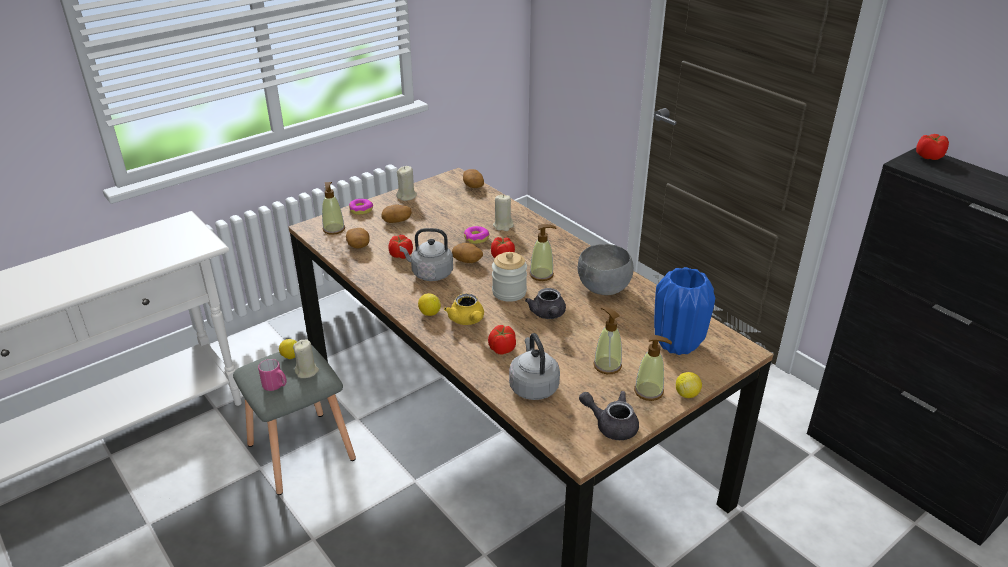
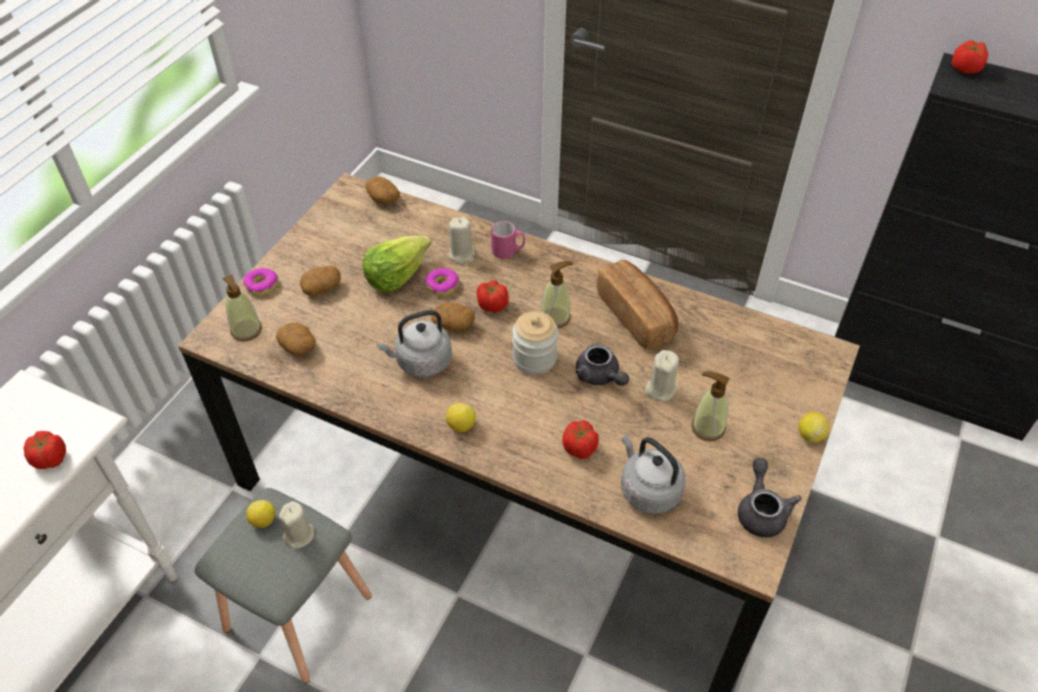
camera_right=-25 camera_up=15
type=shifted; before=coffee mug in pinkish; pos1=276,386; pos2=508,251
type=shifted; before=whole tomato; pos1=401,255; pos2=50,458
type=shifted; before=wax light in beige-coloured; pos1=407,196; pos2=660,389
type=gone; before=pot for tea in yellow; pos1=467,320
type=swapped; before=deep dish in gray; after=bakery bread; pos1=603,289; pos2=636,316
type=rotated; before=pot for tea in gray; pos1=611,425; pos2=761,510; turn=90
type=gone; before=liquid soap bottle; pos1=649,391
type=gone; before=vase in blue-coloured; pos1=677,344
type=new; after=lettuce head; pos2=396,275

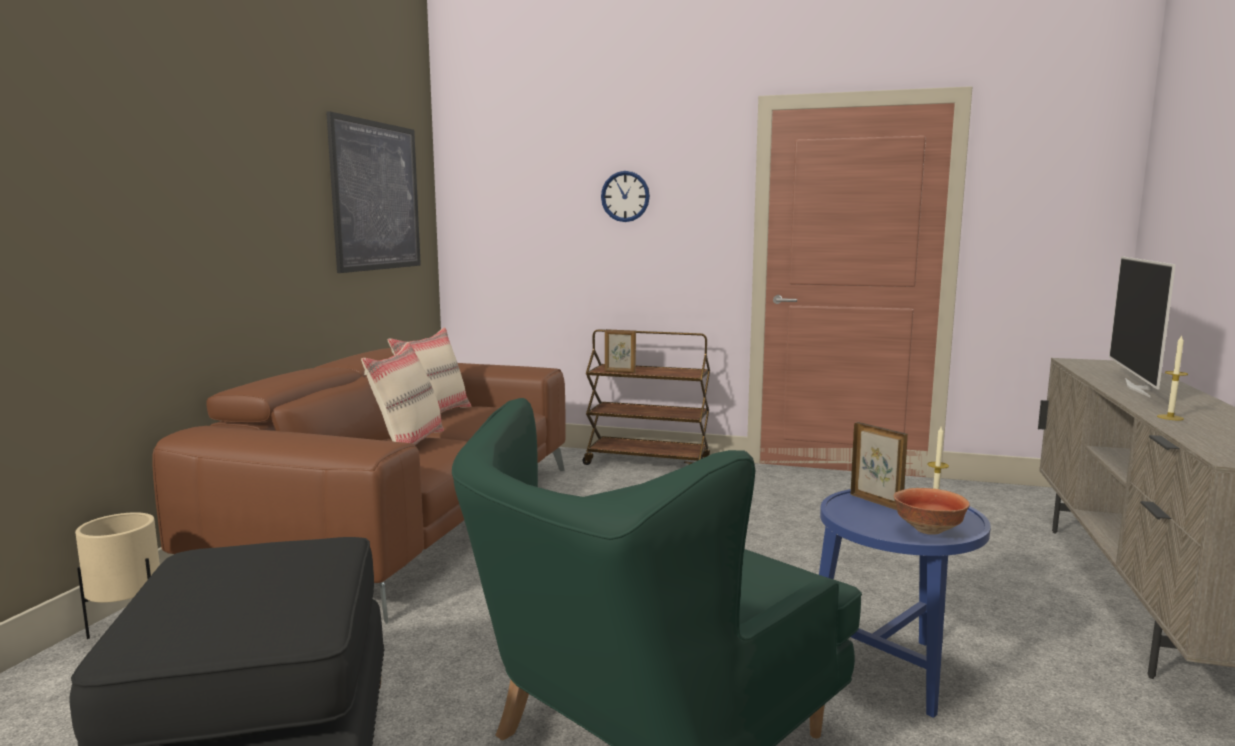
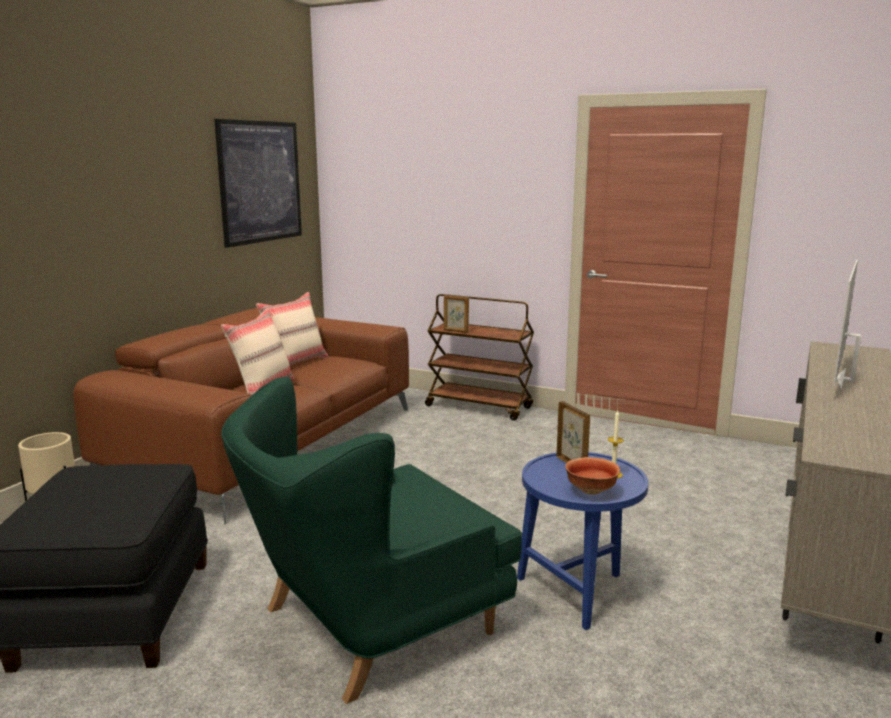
camera_right=10 camera_up=5
type=gone; before=wall clock; pos1=625,196
type=gone; before=wax light; pos1=1170,417

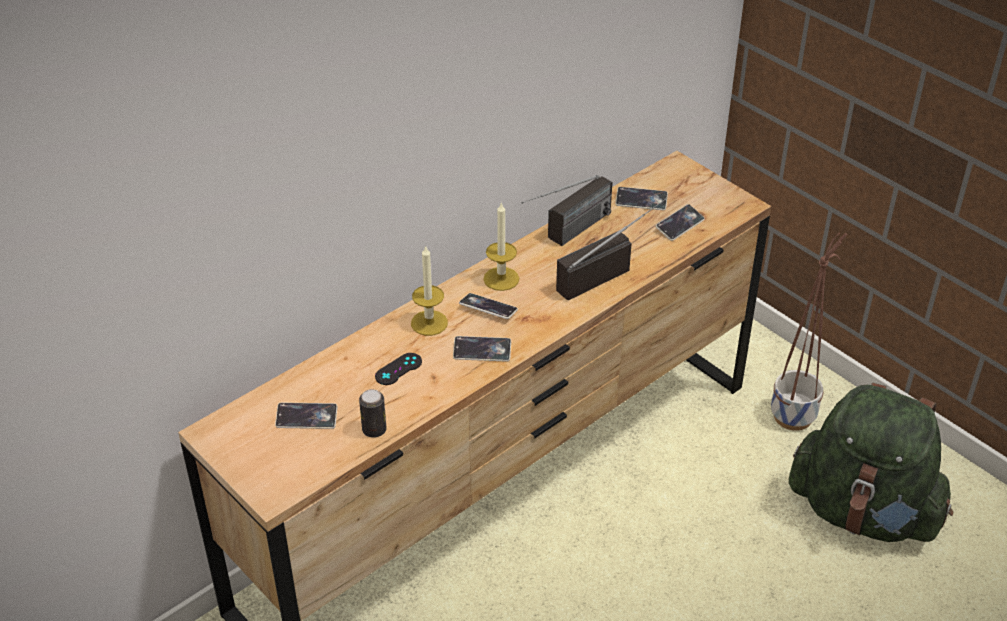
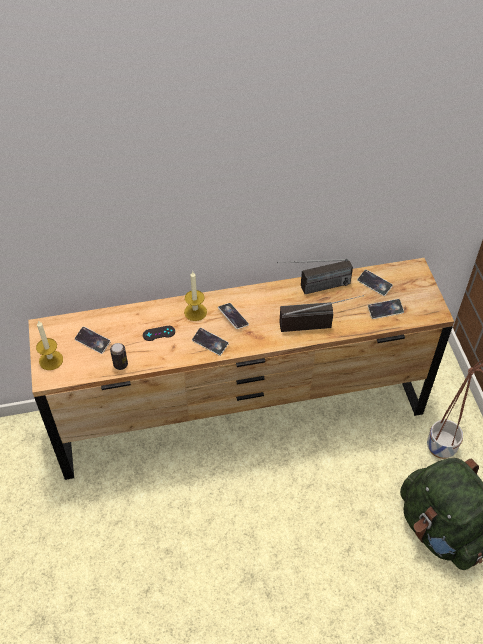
camera_right=30 camera_up=10
type=shifted; before=wax light; pos1=501,279; pos2=51,360

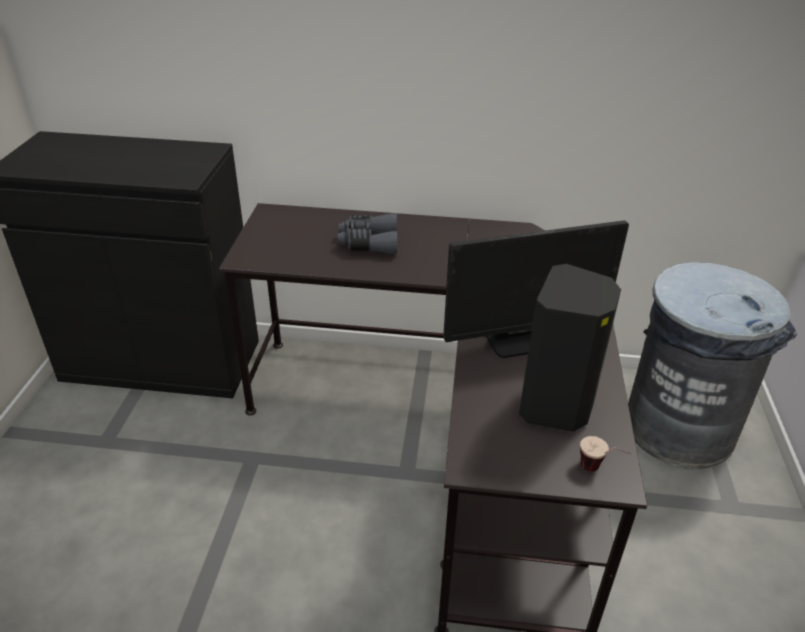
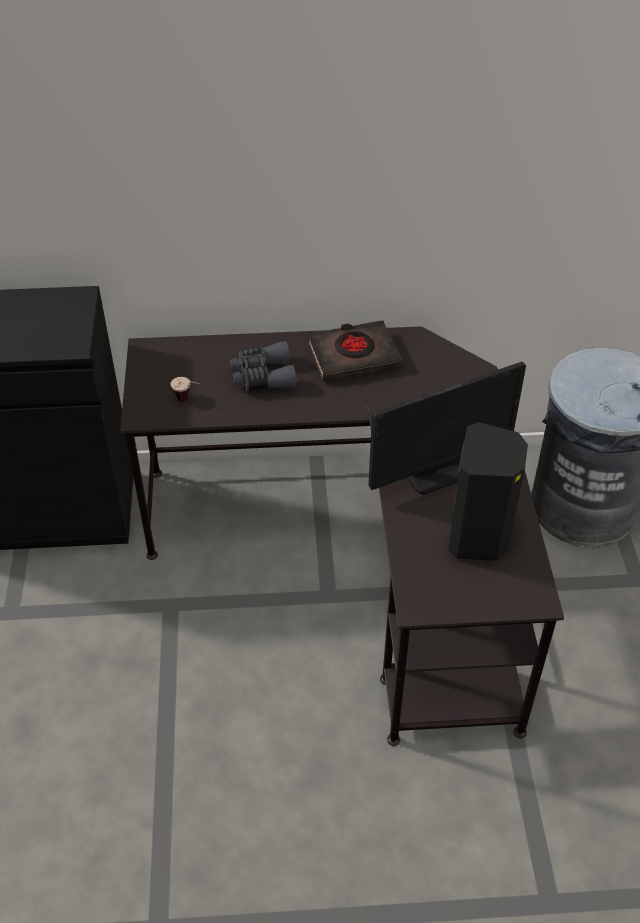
camera_right=-10 camera_up=10
type=shifted; before=drinking cup; pos1=599,471; pos2=188,401
type=new; after=bound book in blackish; pos2=353,356

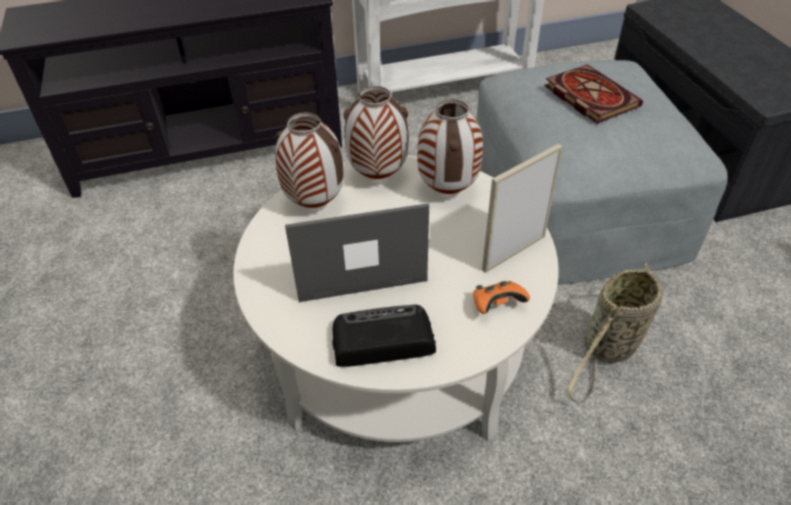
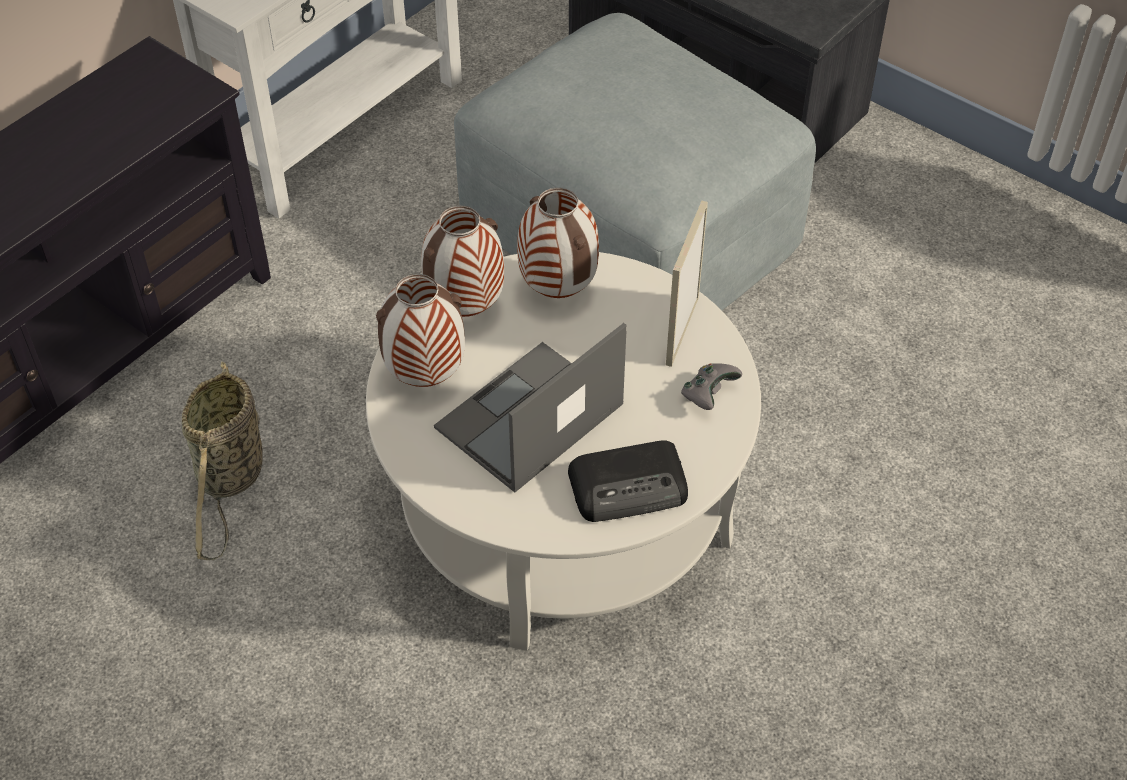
camera_right=-35 camera_up=5
type=rotated; before=radio; pos1=381,341; pos2=630,487; turn=-150
type=repainted; before=gamepad in orangey; after=gamepad in gray; pos1=497,305; pos2=708,394
type=gone; before=bound book; pos1=588,96
type=shifted; before=basket; pos1=607,349; pos2=231,479

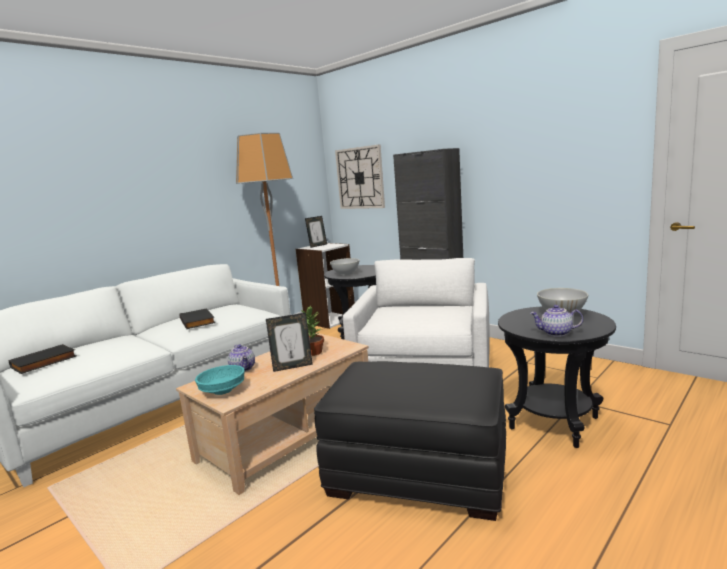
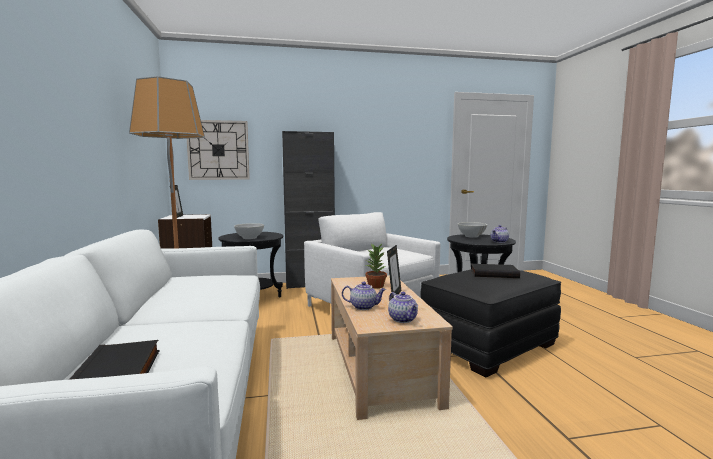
camera_right=-55 camera_up=-5
type=shifted; before=bound book in blackish; pos1=198,321; pos2=494,273
type=swapped; before=deep dish in blue-green; after=pot for tea; pos1=223,390; pos2=403,319

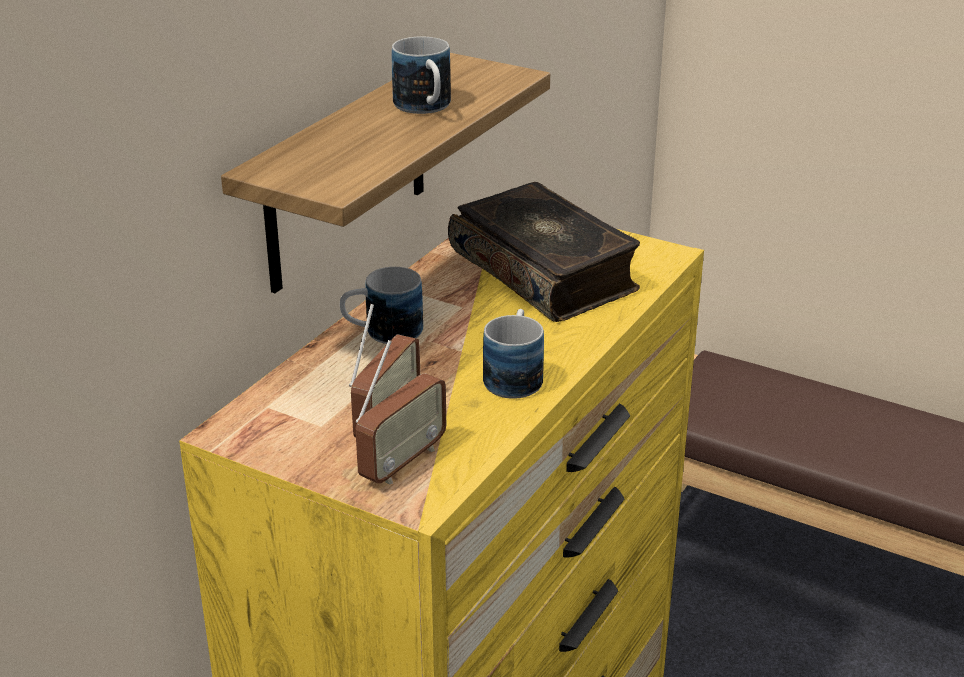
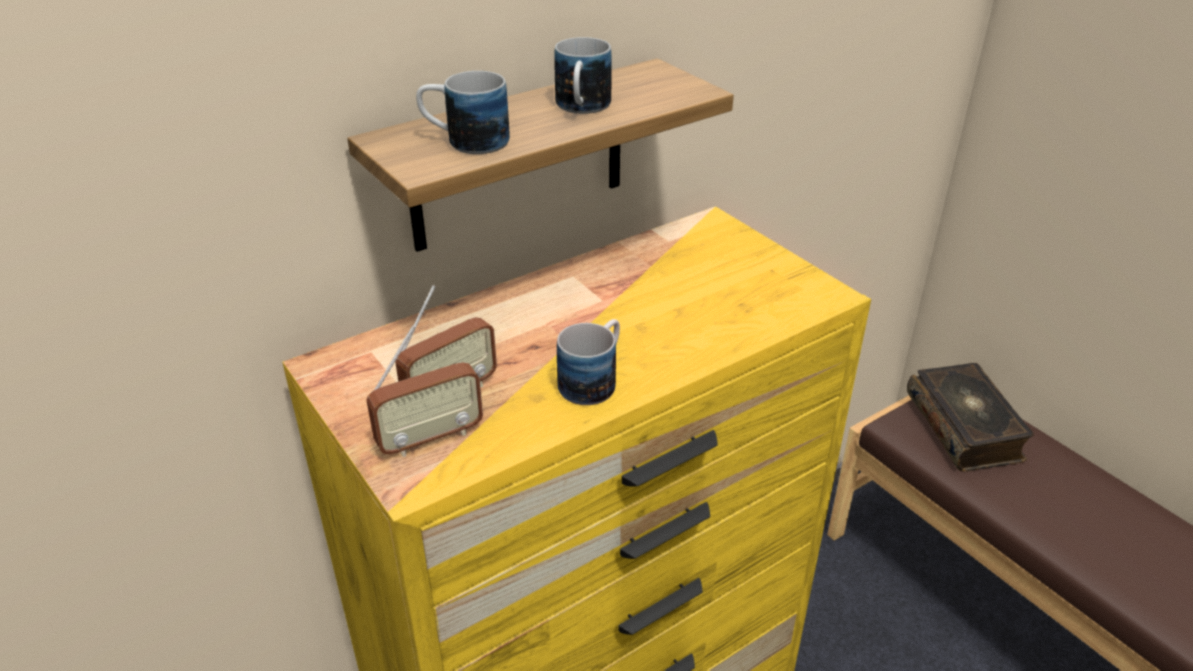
camera_right=25 camera_up=5
type=shifted; before=coffee mug; pos1=382,333; pos2=465,141
type=shifted; before=bound book; pos1=545,271; pos2=965,428

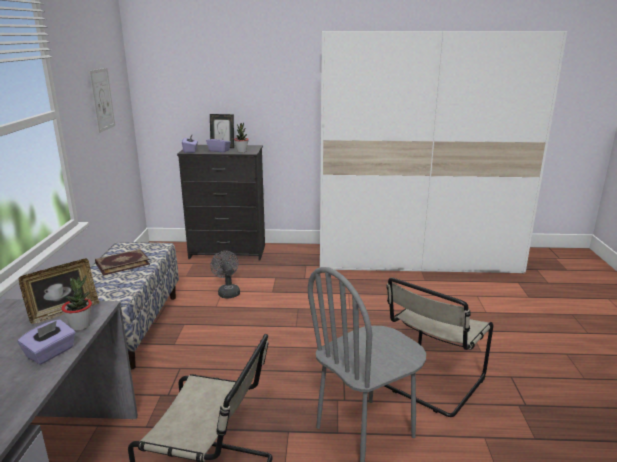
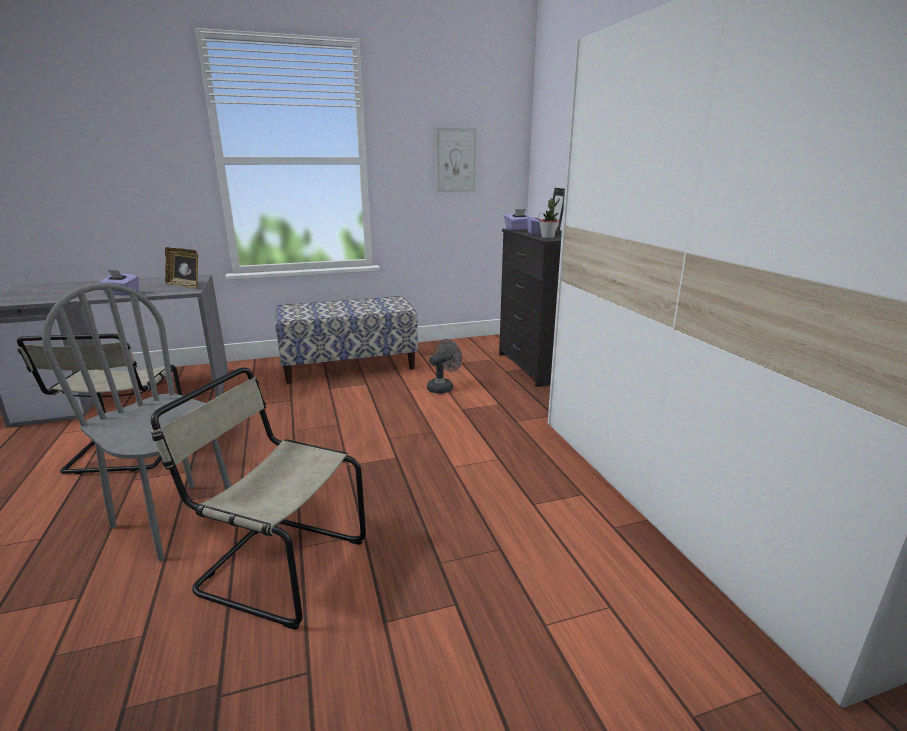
camera_right=70 camera_up=0
type=gone; before=potted plant; pos1=80,326
type=gone; before=bound book; pos1=122,263

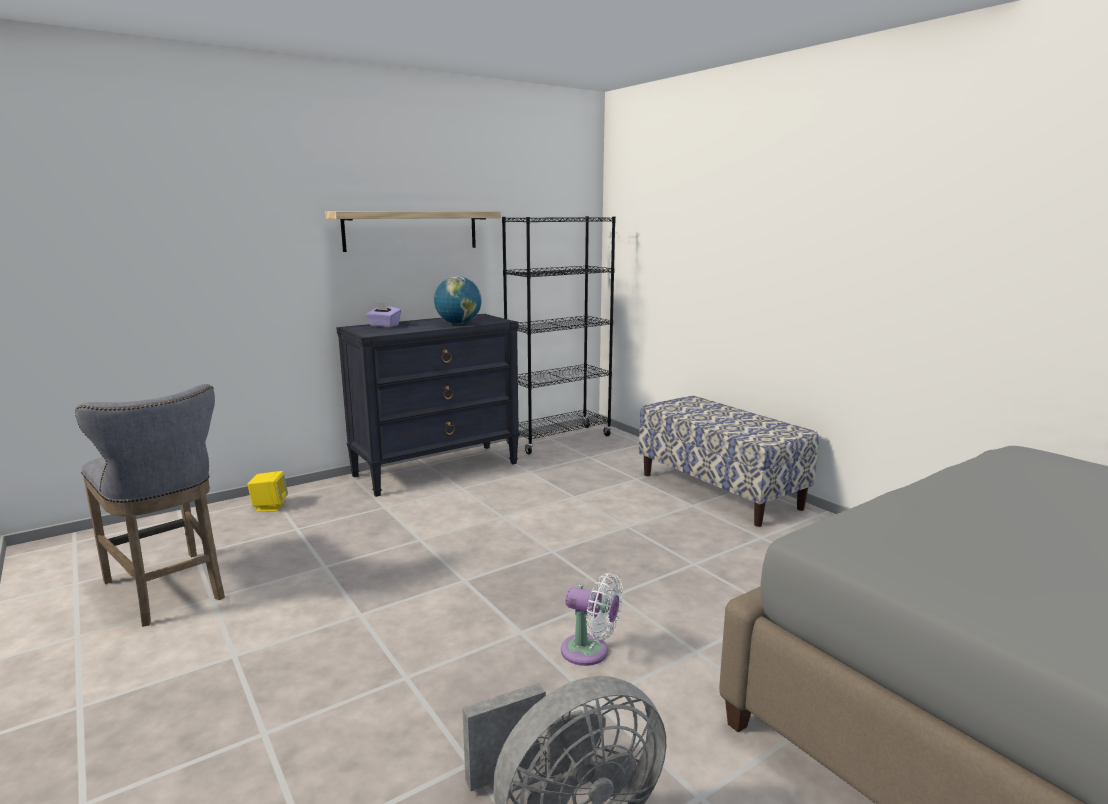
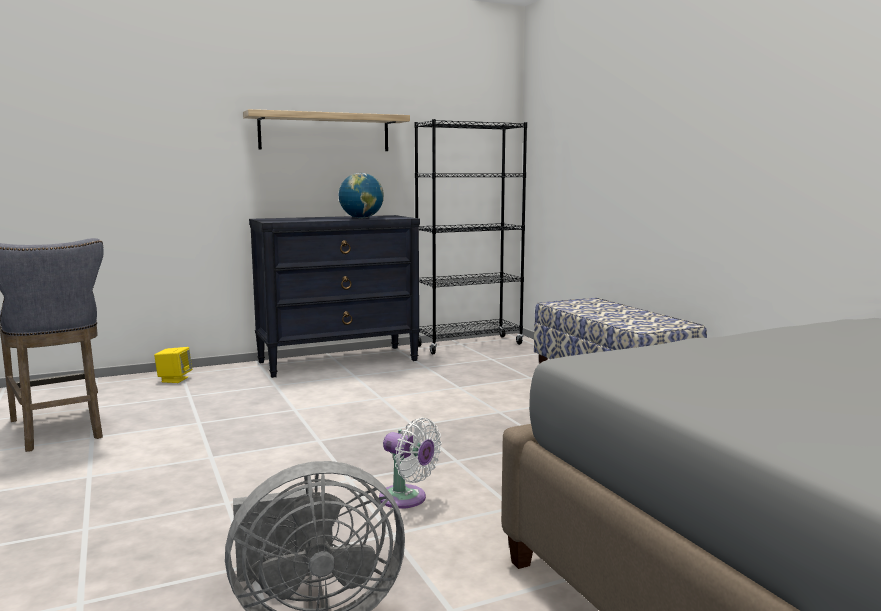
camera_right=10 camera_up=-5
type=gone; before=tissue box in purple; pos1=384,325

